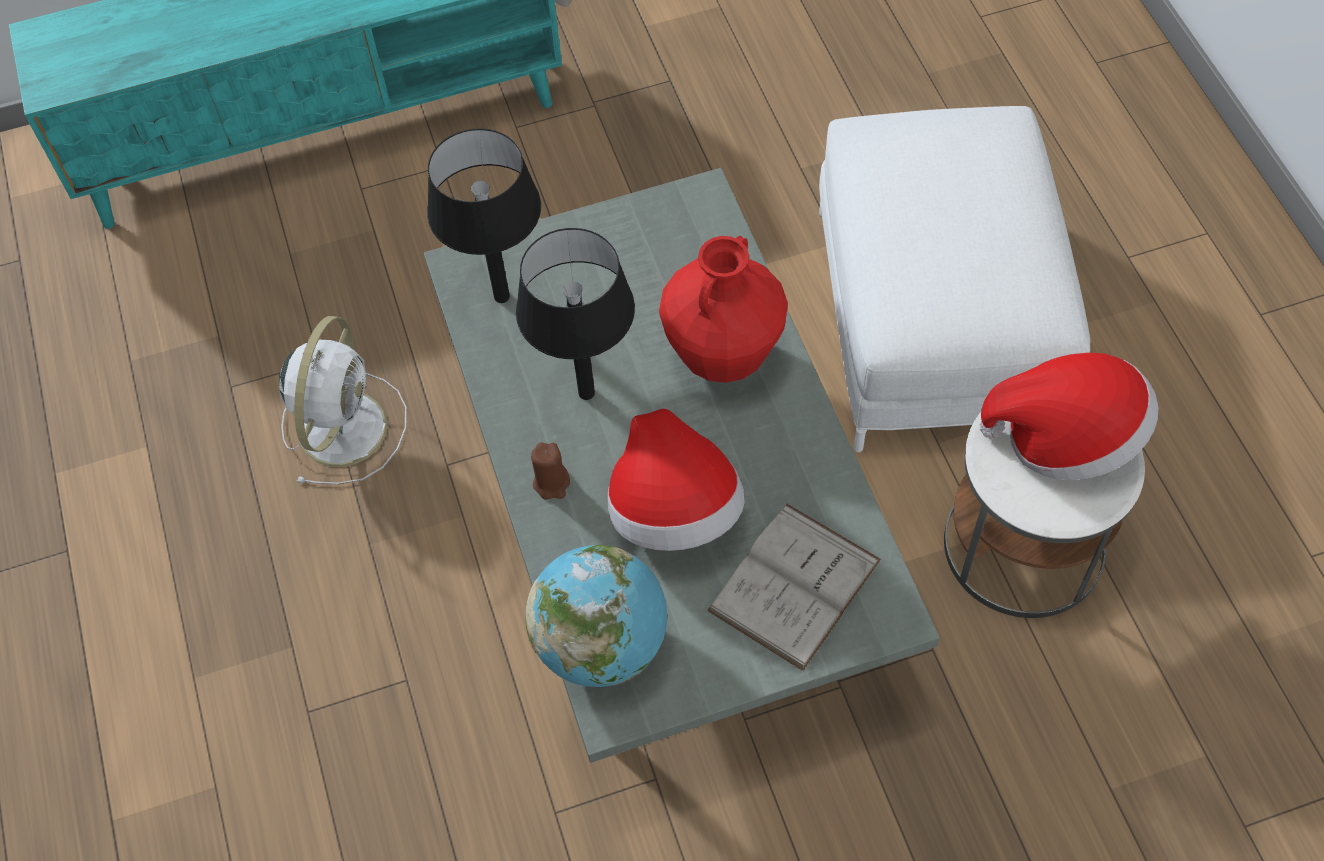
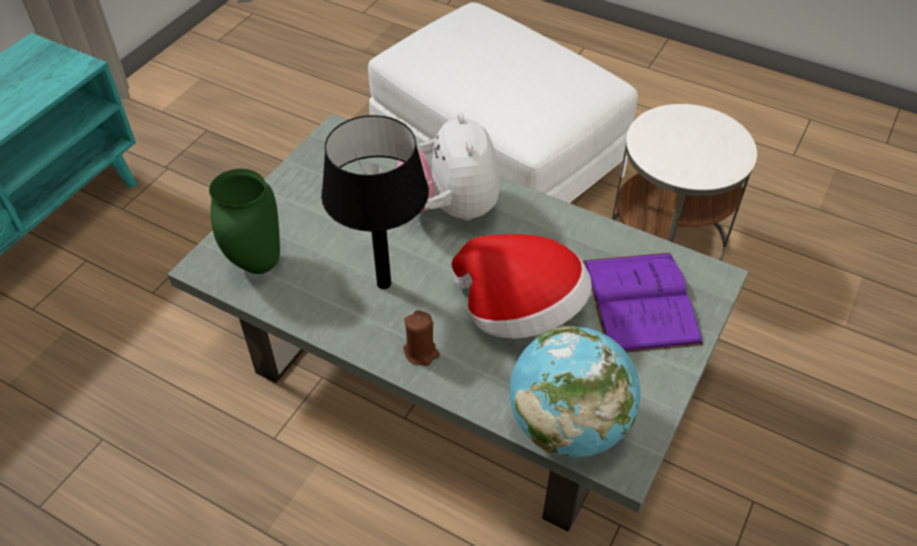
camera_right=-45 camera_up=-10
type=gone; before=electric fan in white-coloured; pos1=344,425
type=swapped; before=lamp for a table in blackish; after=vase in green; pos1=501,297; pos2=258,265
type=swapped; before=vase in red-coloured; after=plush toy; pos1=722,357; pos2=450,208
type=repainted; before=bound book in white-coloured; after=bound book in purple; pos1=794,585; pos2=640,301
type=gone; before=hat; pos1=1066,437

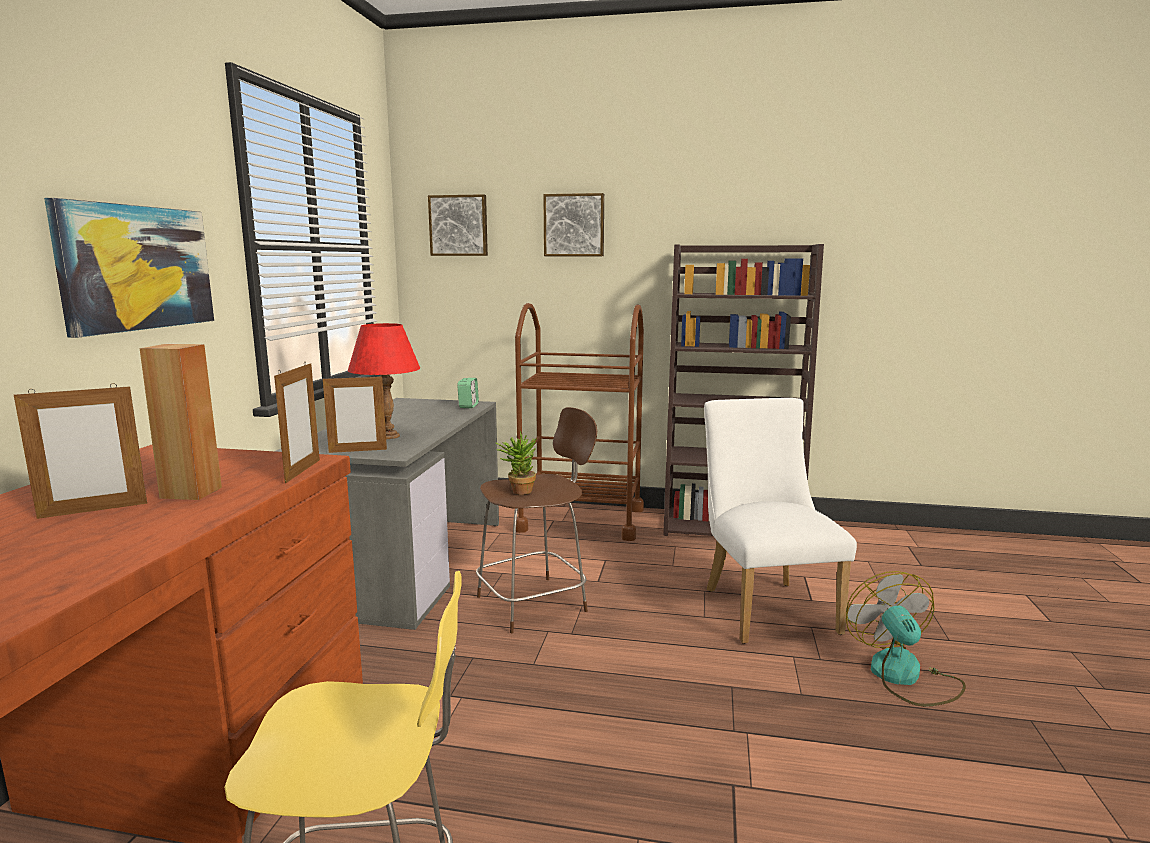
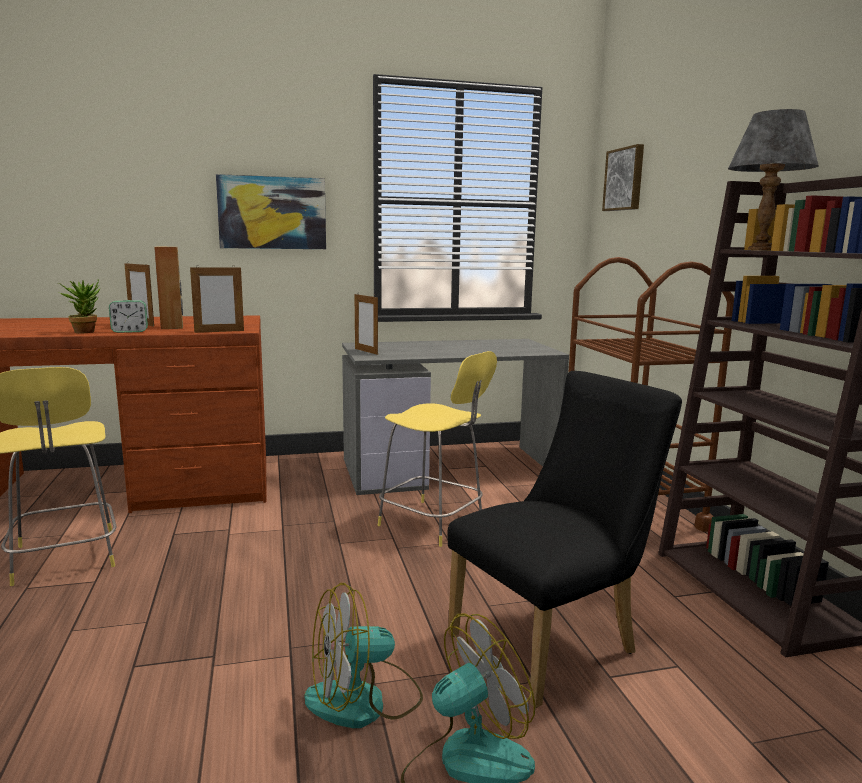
camera_right=65 camera_up=0
type=gone; before=lamp for a table in red-coloured; pos1=388,436
type=shifted; before=bedside clock; pos1=468,406; pos2=130,331
type=repainted; before=sitting stool in brown-coloured; after=sitting stool in yellow; pos1=535,603; pos2=434,523
type=shifted; before=potted plant; pos1=518,491; pos2=86,331
type=gone; before=picture; pos1=574,225
type=repainted; before=plain chair in white-coloured; after=plain chair in blackish; pos1=764,606; pos2=553,641
type=new; after=electric fan; pos2=364,700
type=new; after=lamp for a table in gray; pos2=760,249

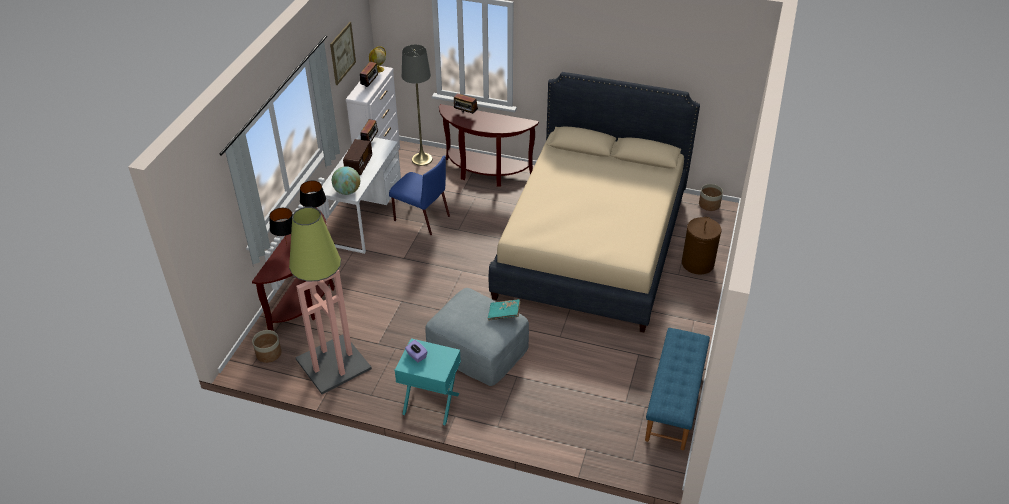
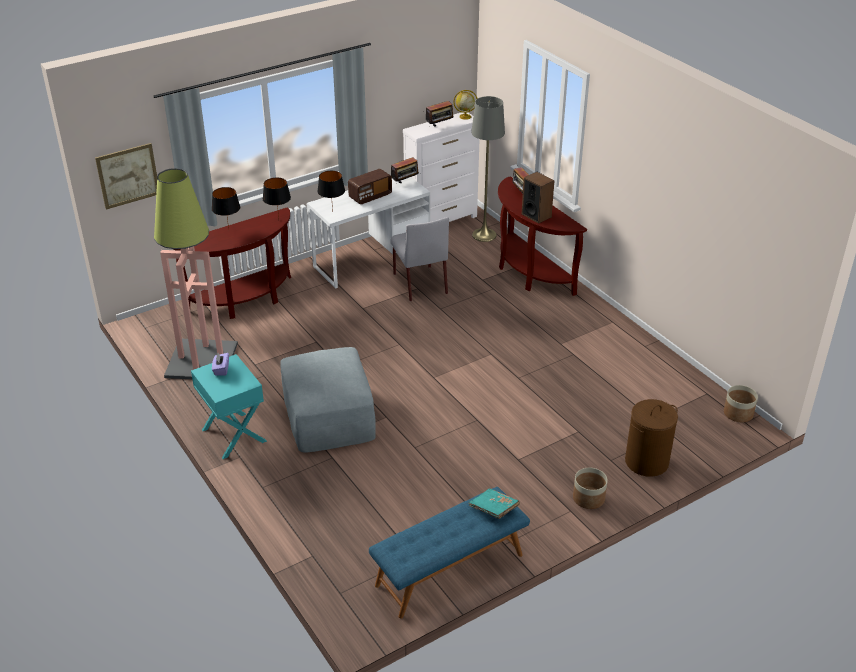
camera_right=40 camera_up=-5
type=shifted; before=planter; pos1=269,353; pos2=589,498
type=shifted; before=picture; pos1=342,53; pos2=128,175
type=swapped; before=desk globe; after=lamp for a table in blackish; pos1=347,191; pos2=333,212
type=repainted; before=plain chair in blue-coloured; after=plain chair in gray; pos1=421,218; pos2=419,283
type=shifted; before=bound book in blue-green; pos1=504,314; pos2=493,509
type=gone; before=bed in beige-coloured; pos1=592,244
type=new; after=speaker; pos2=536,215

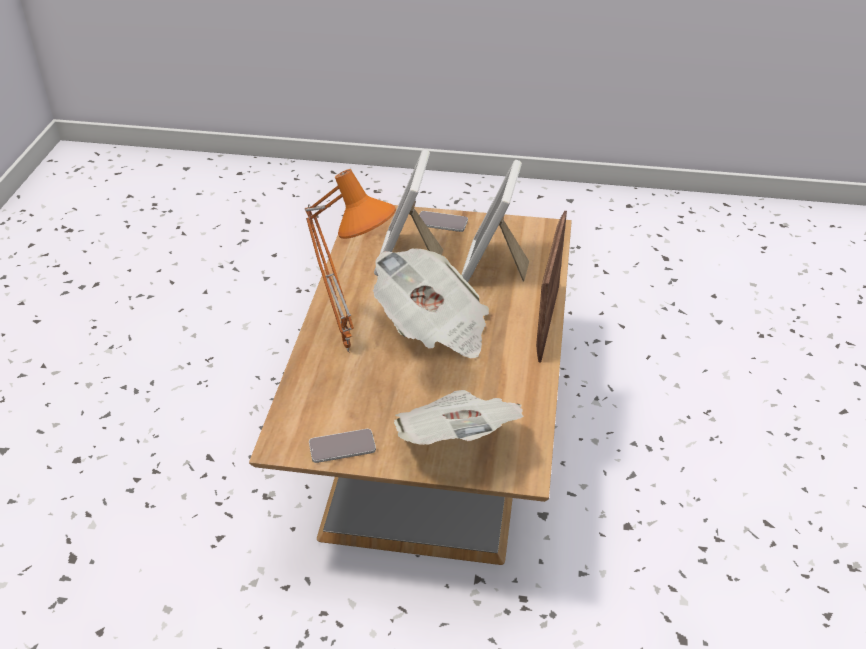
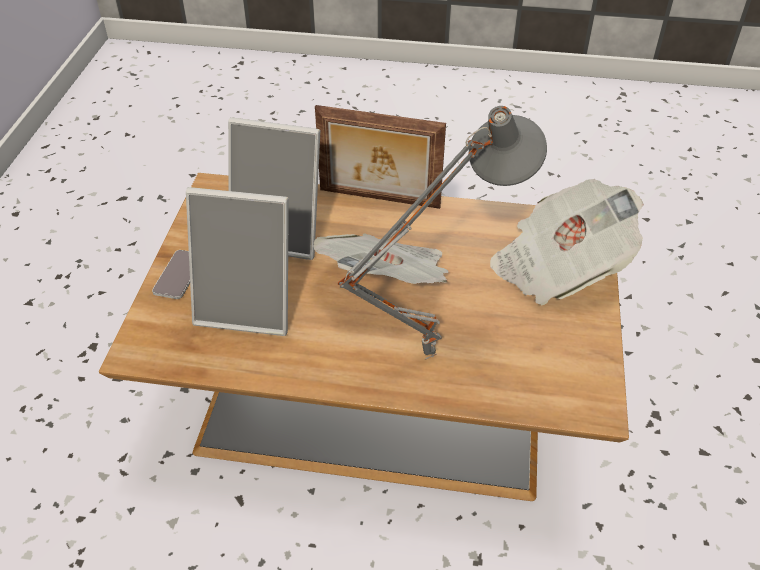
camera_right=-90 camera_up=5
type=repainted; before=lamp for a table in orangey; after=lamp for a table in gray; pos1=351,348; pos2=427,353
type=gone; before=phone; pos1=342,447

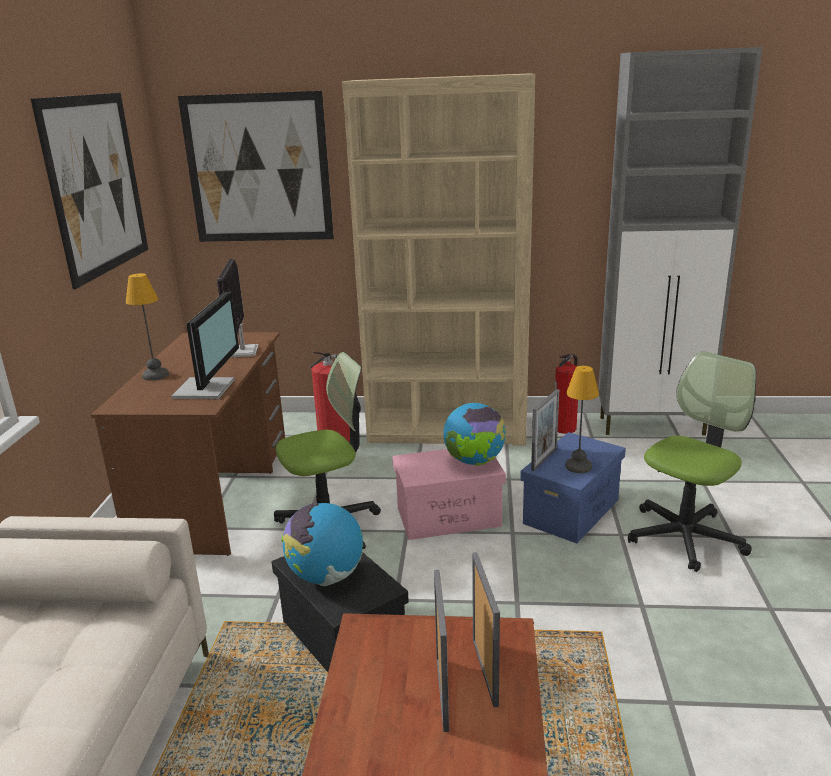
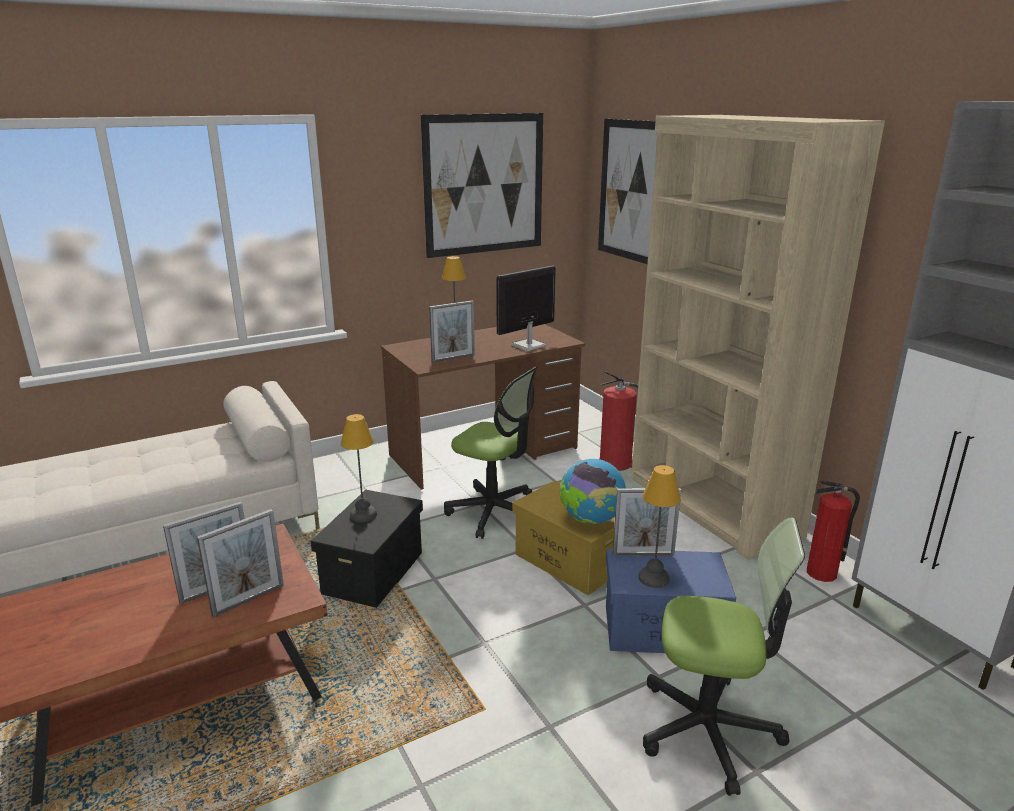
camera_right=55 camera_up=0
type=swapped; before=computer display; after=standing frame; pos1=207,389; pos2=453,358
type=swapped; before=desk globe; after=lamp for a table; pos1=326,576; pos2=363,515
type=repainted; before=storage box in pinkish; after=storage box in yellow; pos1=449,516; pos2=570,561

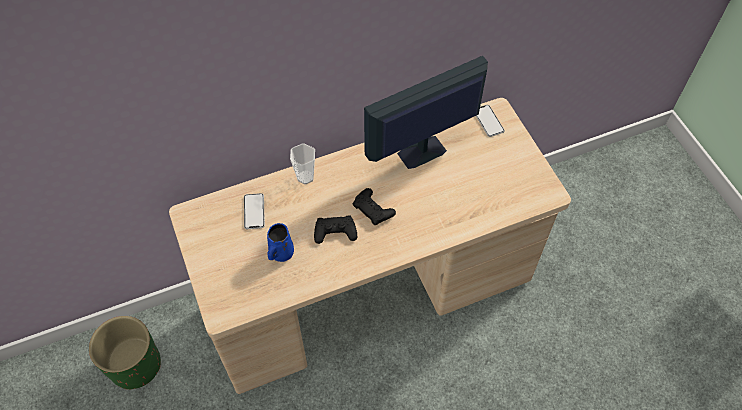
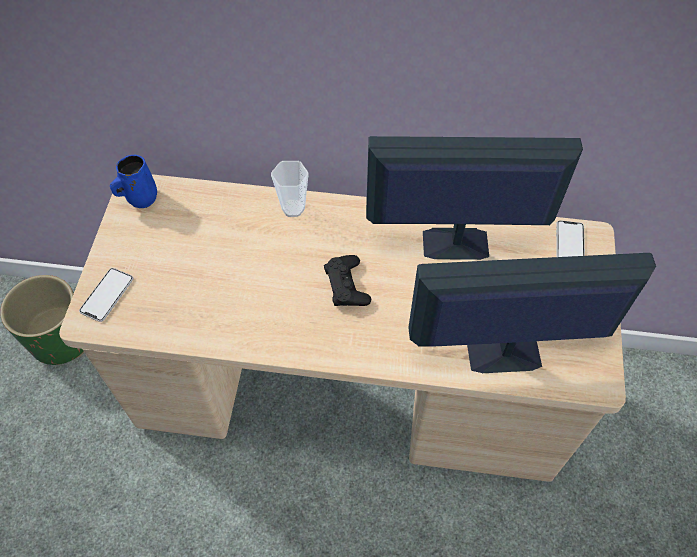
camera_right=30 camera_up=0
type=shifted; before=phone; pos1=254,211; pos2=107,295
type=shifted; before=coffee mug in blue-coloured; pos1=281,253; pos2=140,198
type=gone; before=gamepad in blackish; pos1=335,232
type=new; after=computer display; pos2=501,353

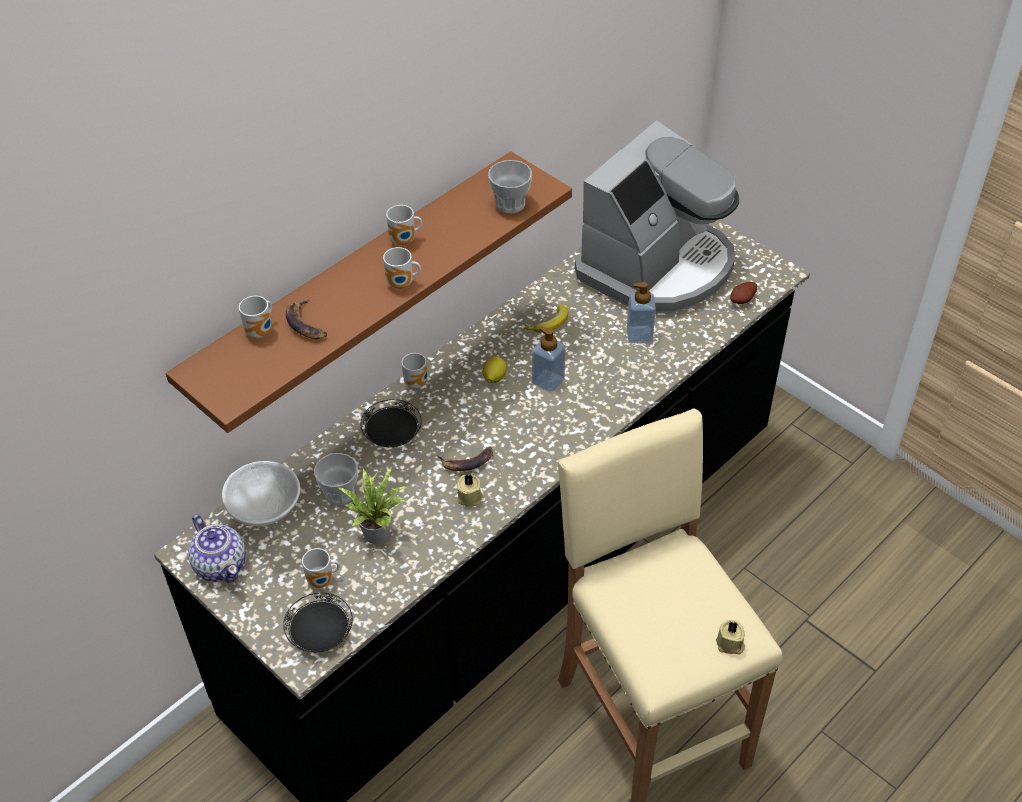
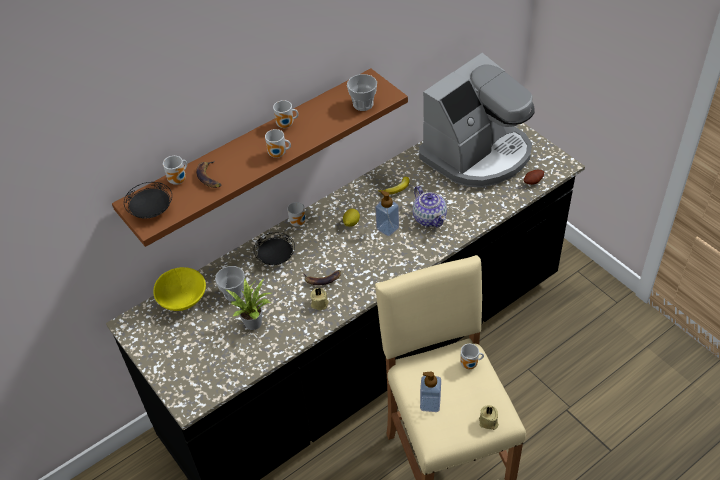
camera_right=10 camera_up=0
type=shifted; before=pot for tea; pos1=221,564; pos2=429,218
type=repainted; before=deep dish in white-coloured; after=deep dish in yellow; pos1=265,507; pos2=183,298
type=shifted; before=dinner plate in blackish; pos1=320,633; pos2=151,209
type=shifted; before=coffee mug; pos1=322,581; pos2=470,365
type=shifted; before=liquid soap bottle; pos1=639,335; pos2=430,403

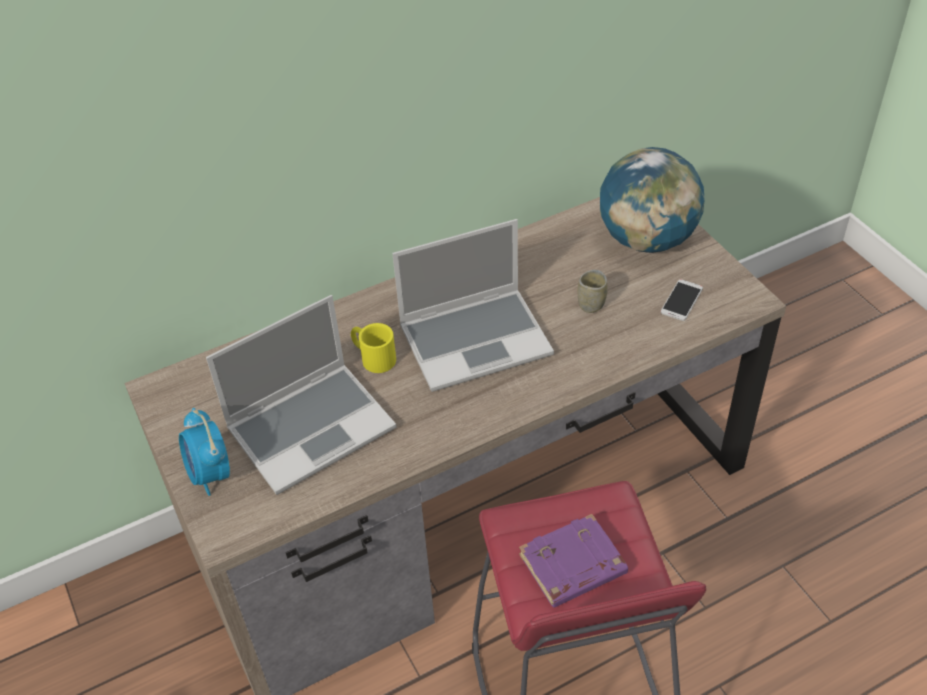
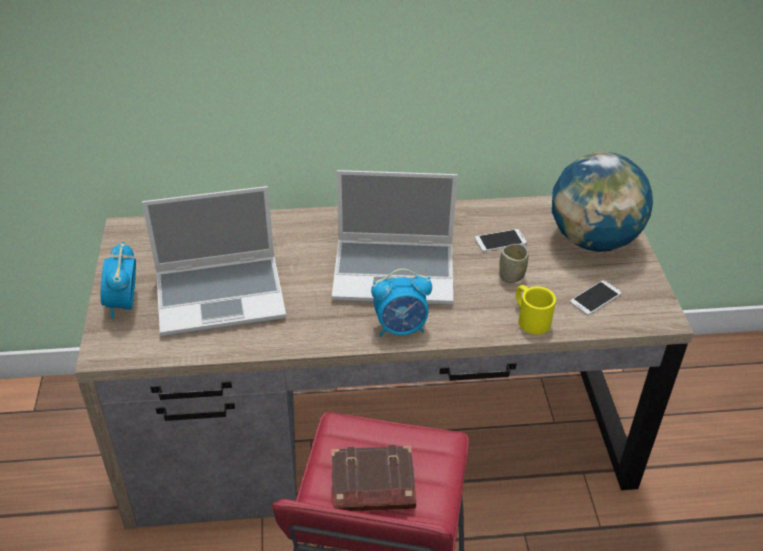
camera_right=20 camera_up=-5
type=shifted; before=coffee mug in yellow; pos1=373,357; pos2=530,318
type=repainted; before=bound book in purple; after=bound book in brown-coloured; pos1=572,567; pos2=372,485
type=new; after=bedside clock; pos2=401,328
type=new; after=phone; pos2=500,241

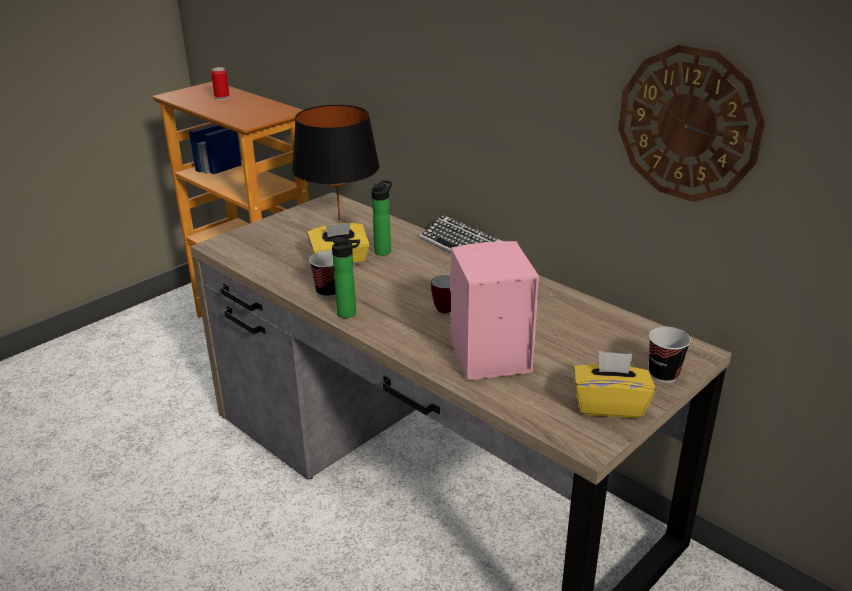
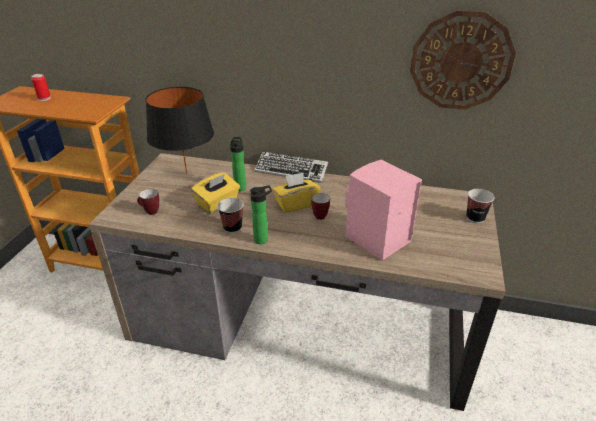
camera_right=-30 camera_up=5
type=shifted; before=tissue box in yellow; pos1=609,405; pos2=296,204
type=new; after=coffee mug; pos2=150,212

